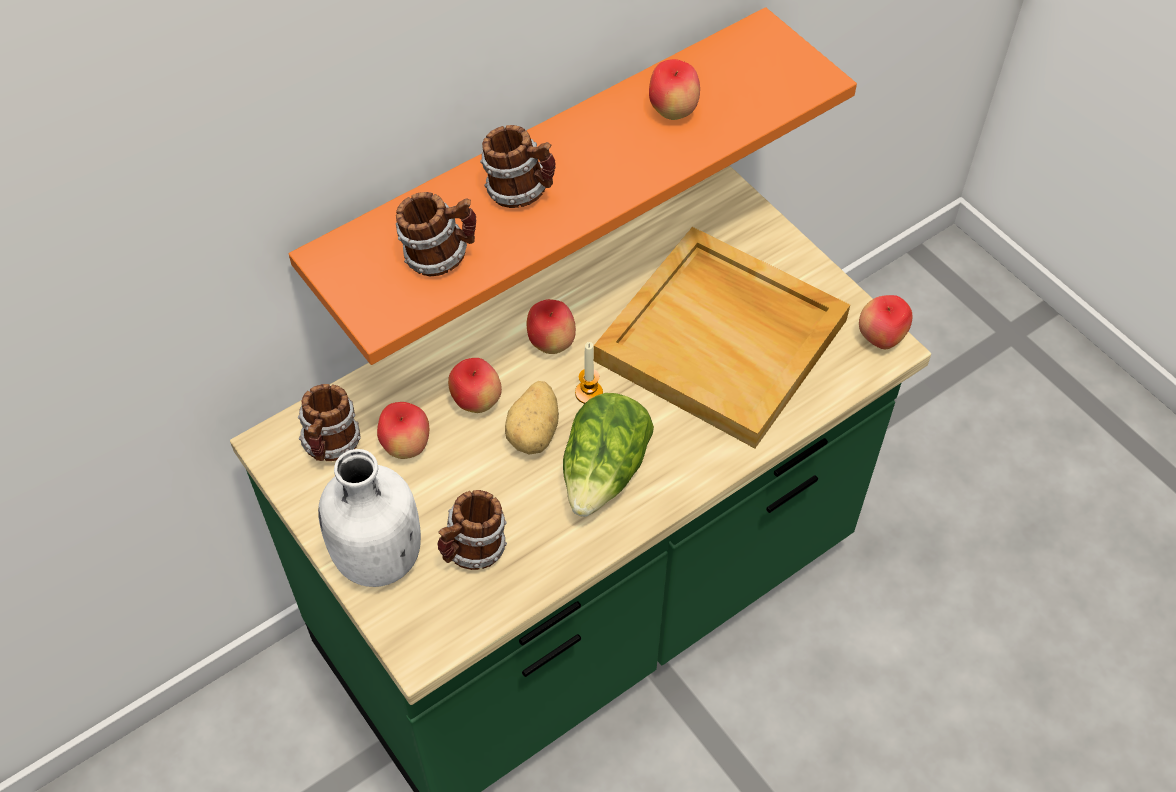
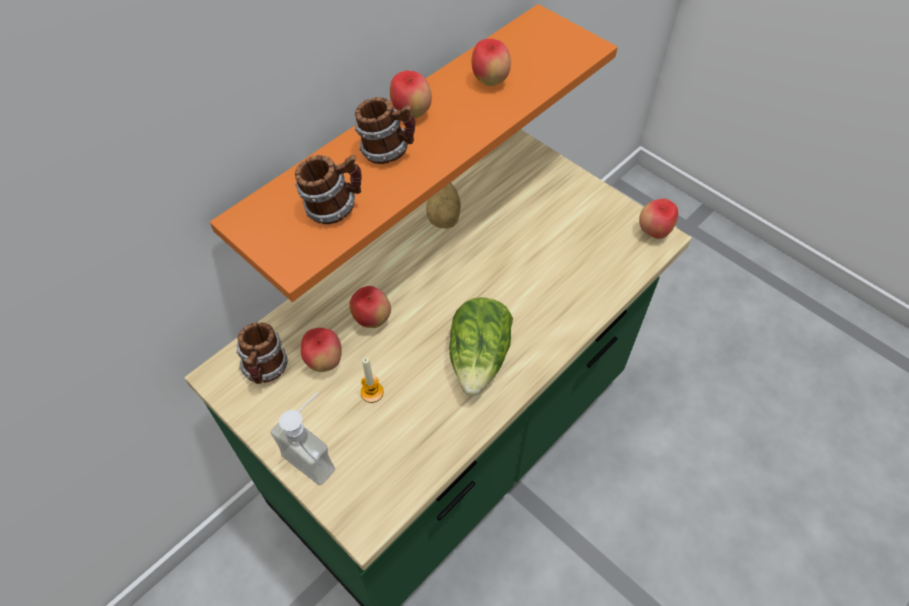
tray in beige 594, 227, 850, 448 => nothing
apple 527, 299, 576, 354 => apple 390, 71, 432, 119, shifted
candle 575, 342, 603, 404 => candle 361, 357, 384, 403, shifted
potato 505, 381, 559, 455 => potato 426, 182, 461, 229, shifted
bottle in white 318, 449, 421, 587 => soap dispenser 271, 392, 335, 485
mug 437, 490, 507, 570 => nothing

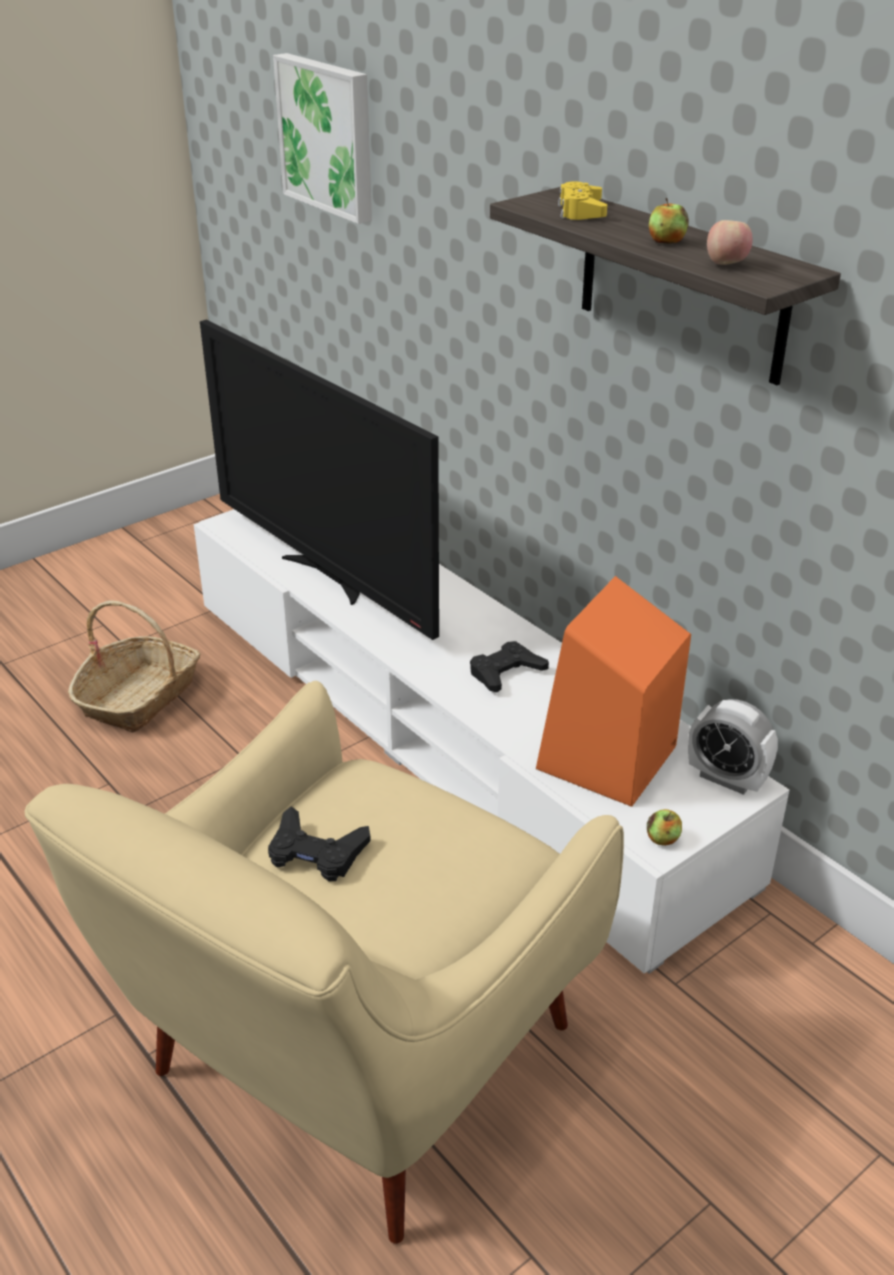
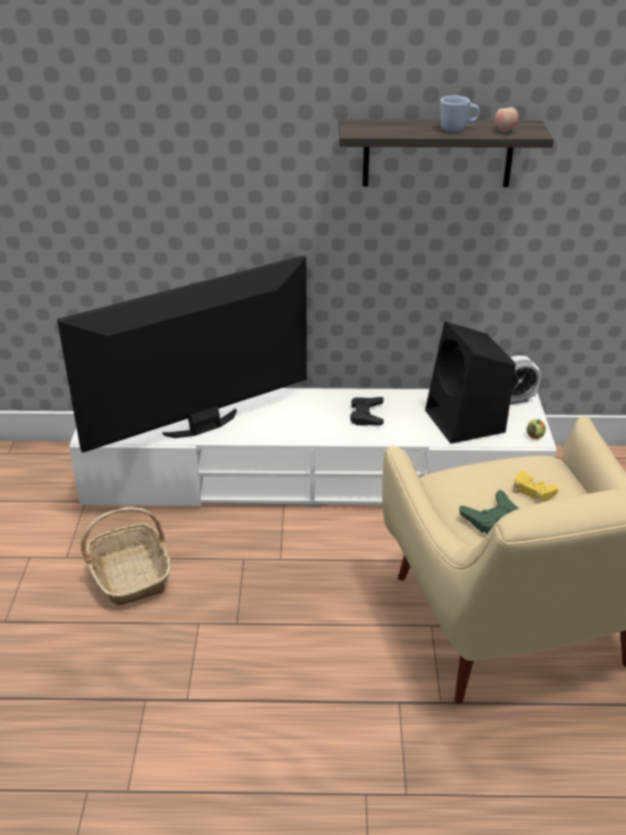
picture 273, 53, 372, 224 => nothing
game controller in yellow 558, 181, 607, 220 => game controller in yellow 513, 471, 558, 503, shifted
apple 649, 198, 689, 244 => mug in blue 440, 95, 480, 132
television 200, 319, 439, 640 => television 57, 255, 307, 453, 150 degrees clockwise
speaker in orange 536, 576, 691, 807 => speaker in black 425, 322, 516, 444
game controller in black 268, 806, 371, 881 => game controller in green 459, 489, 519, 534

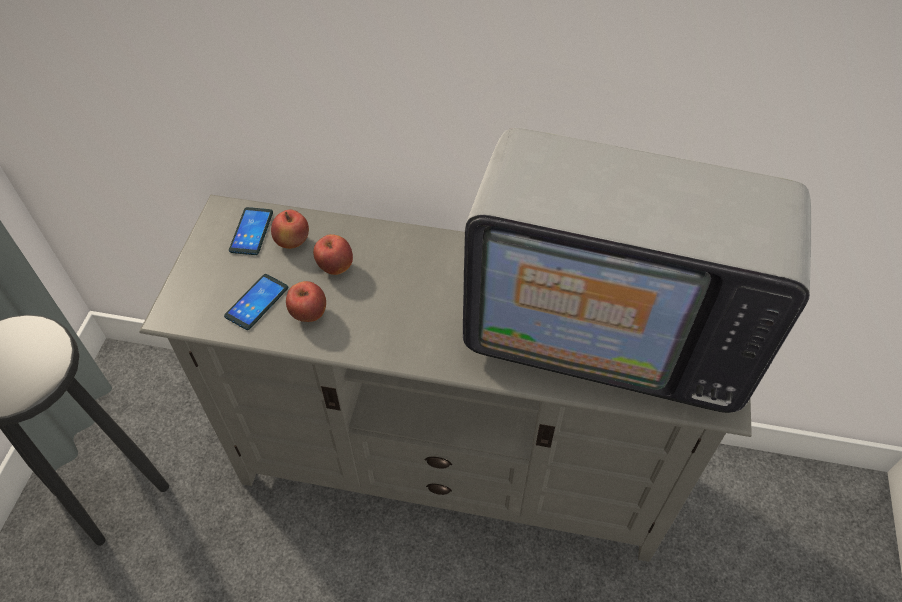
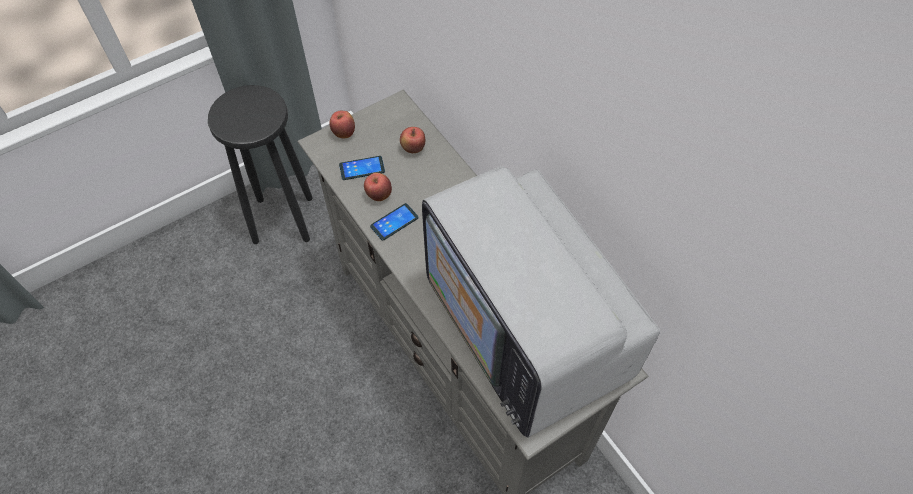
phone 229, 207, 273, 255 => phone 370, 203, 419, 241, shifted
apple 313, 234, 353, 275 => apple 329, 111, 355, 138, shifted

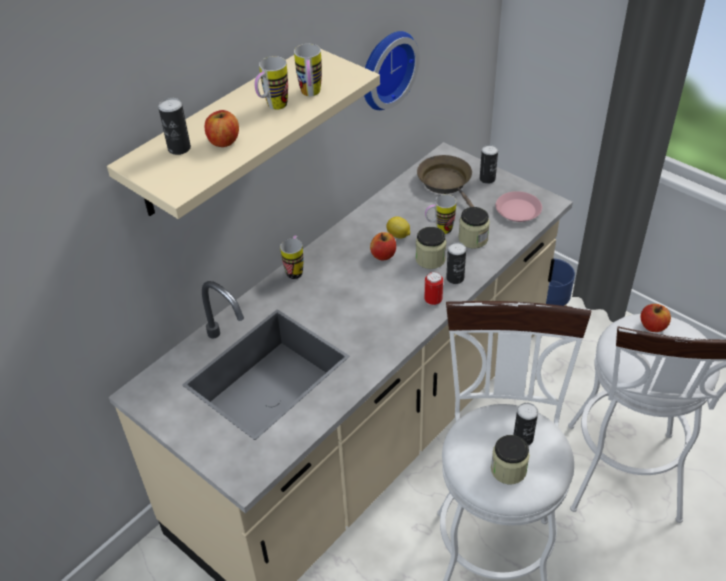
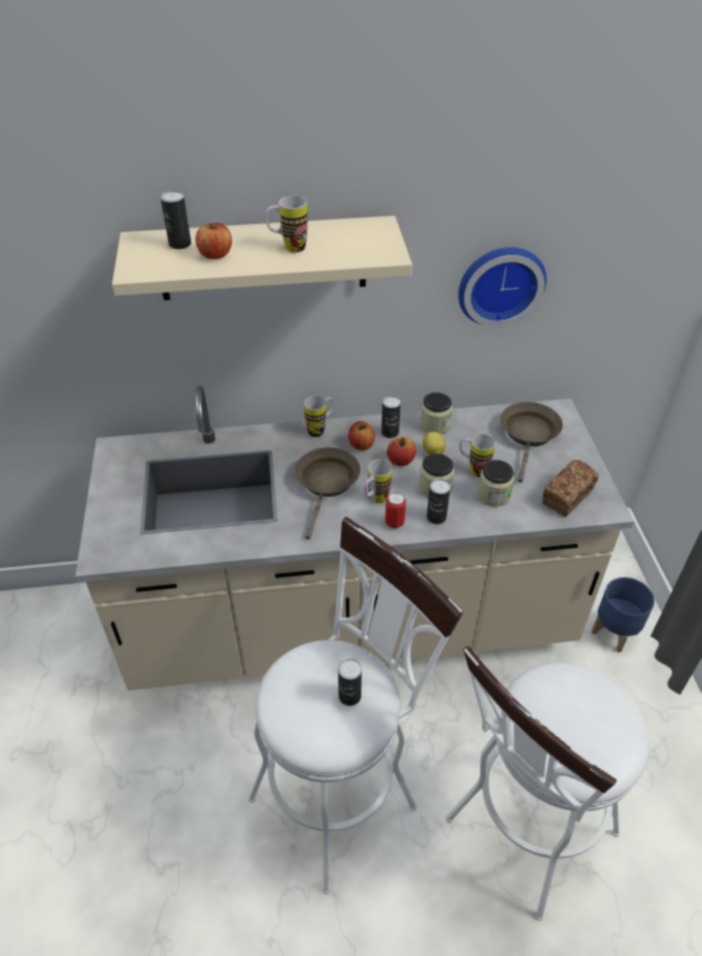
mug 294, 44, 322, 96 => mug 364, 459, 392, 503, shifted
can 480, 145, 498, 184 => can 381, 396, 401, 438, shifted
plate in pink 496, 191, 542, 222 => bread 542, 460, 599, 517
apple 641, 304, 671, 332 => apple 348, 421, 375, 450, shifted
jar 491, 435, 530, 484 => jar 420, 392, 452, 434, shifted
nothing => frying pan in brown 295, 447, 360, 539

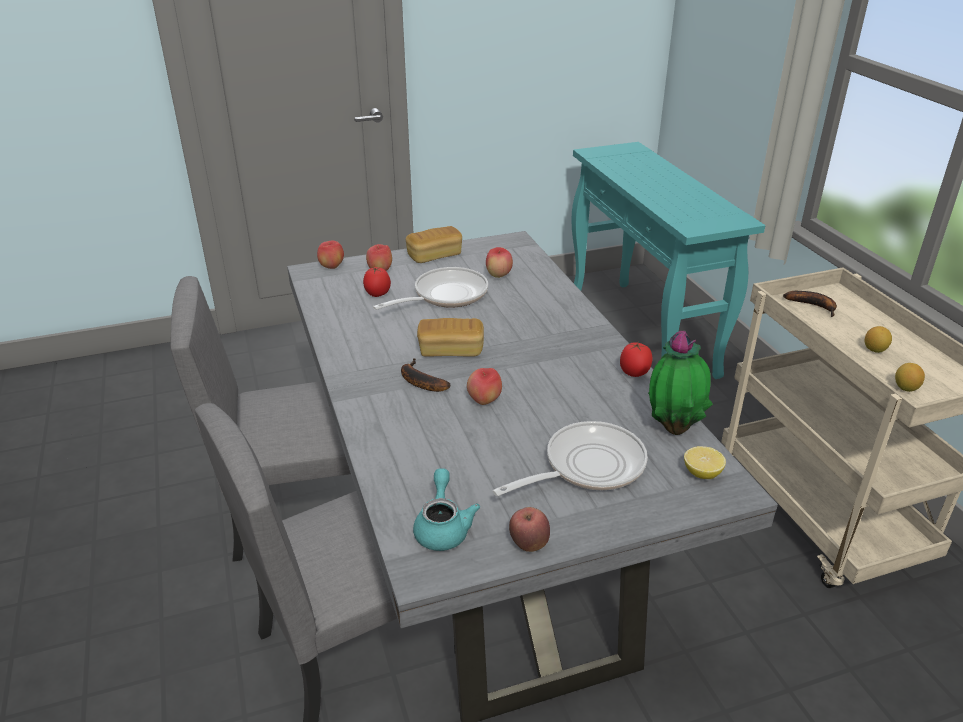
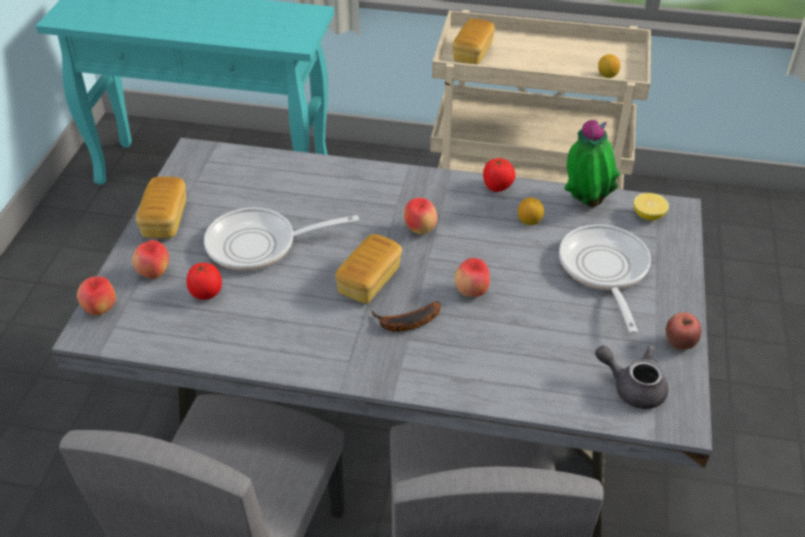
apple 486, 247, 513, 278 => apple 404, 198, 438, 234, shifted
frying pan 373, 267, 488, 310 => frying pan 204, 208, 359, 271, 90 degrees counterclockwise
banana 783, 291, 837, 317 => bread 452, 19, 495, 65
lemon 865, 326, 892, 353 => lemon 518, 198, 544, 225, shifted
teapot in turquoise 413, 468, 480, 551 => teapot in grey 595, 345, 668, 409

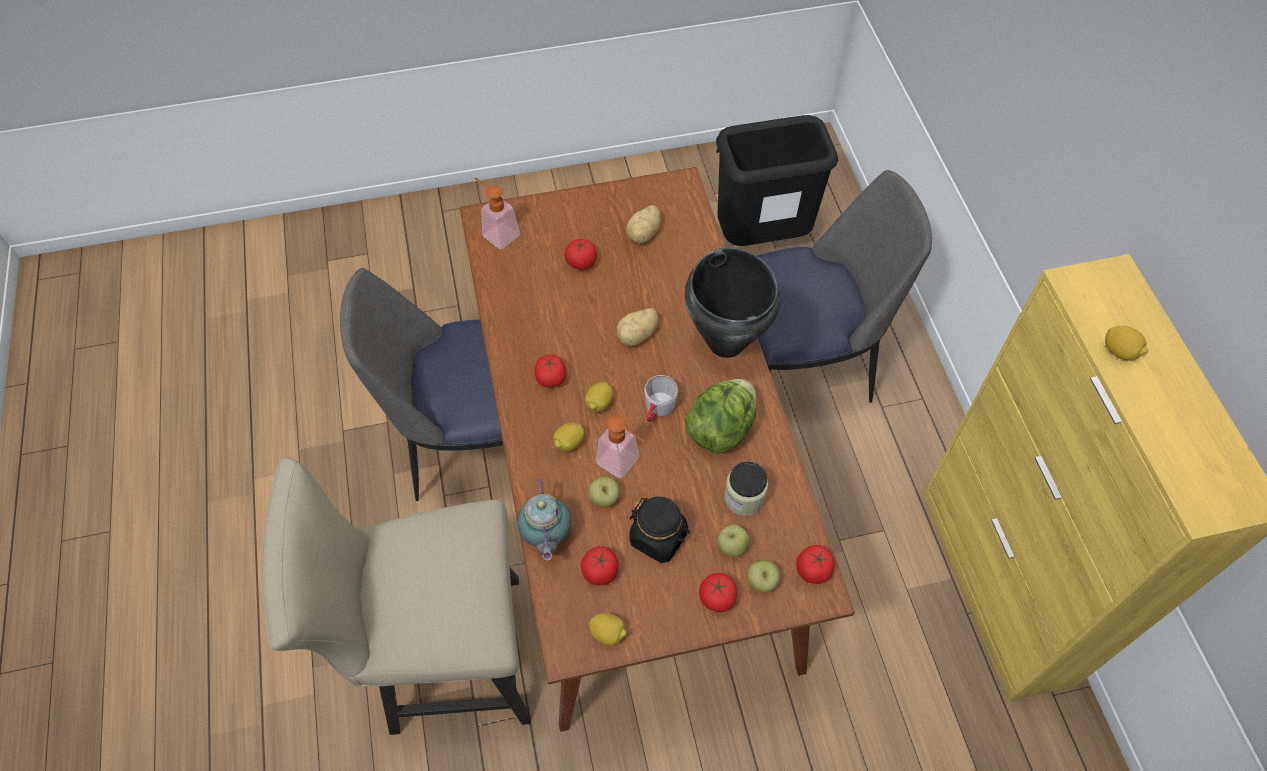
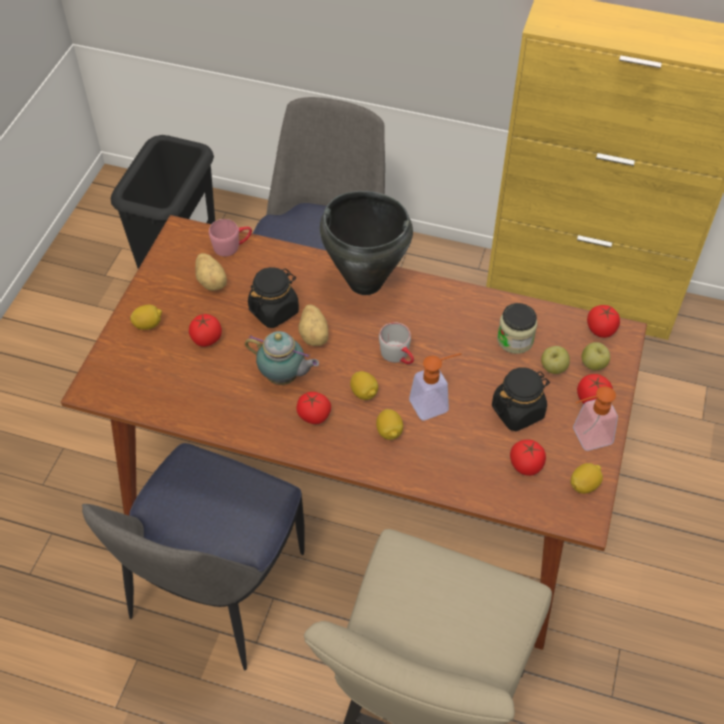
soap dispenser 474, 178, 520, 249 => soap dispenser 573, 386, 618, 451, shifted
lemon 1105, 326, 1148, 361 => lemon 130, 305, 162, 330, shifted
lettuce 685, 379, 756, 453 => nothing
apple 589, 477, 620, 507 => nothing
teapot 517, 479, 571, 561 => teapot 245, 331, 319, 385, shifted
nothing => mug in pink 209, 219, 252, 257
nothing => jar in black 248, 267, 299, 328

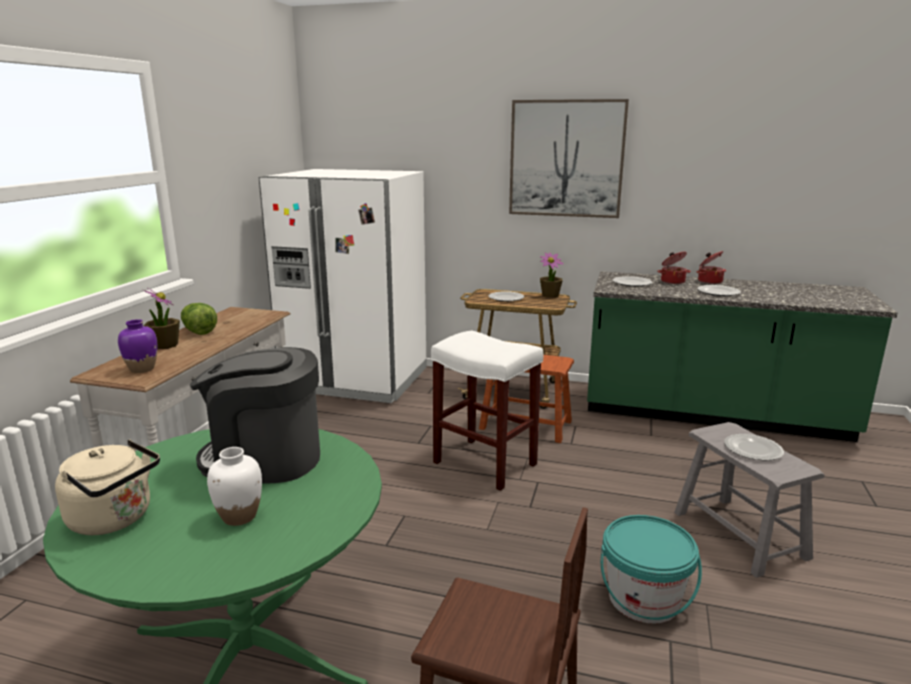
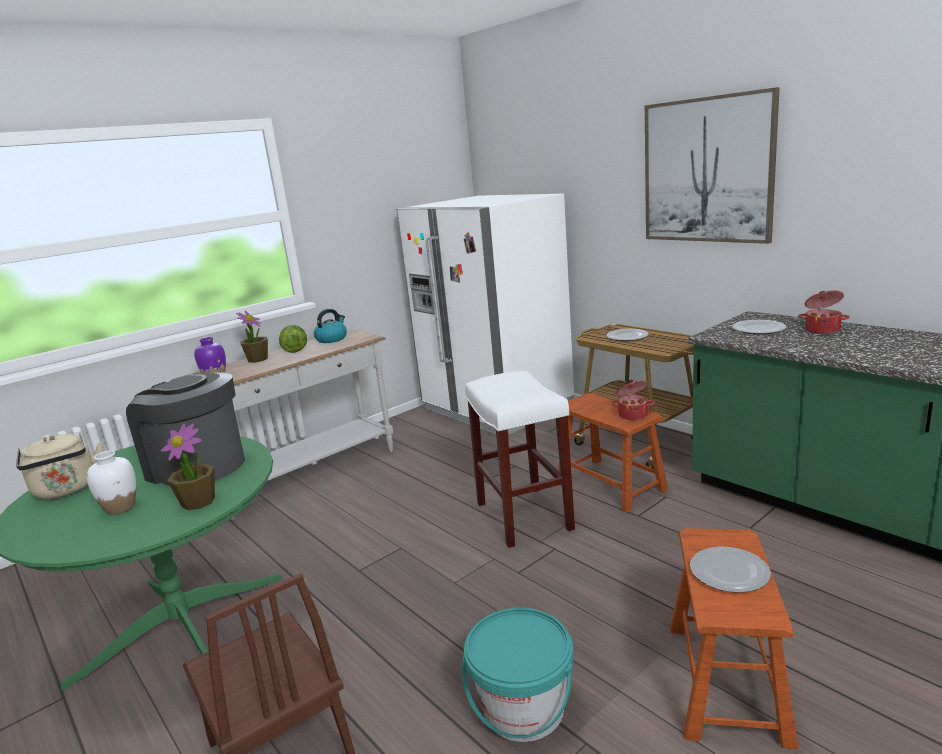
cooking pot 697, 251, 726, 284 => cooking pot 612, 380, 655, 420, shifted
potted plant 540, 252, 564, 298 => potted plant 161, 423, 215, 510, shifted
plate 697, 285, 741, 296 => nothing
stool in grey 674, 422, 824, 578 => stool in brown 670, 528, 798, 749
nothing => kettle 314, 309, 347, 343

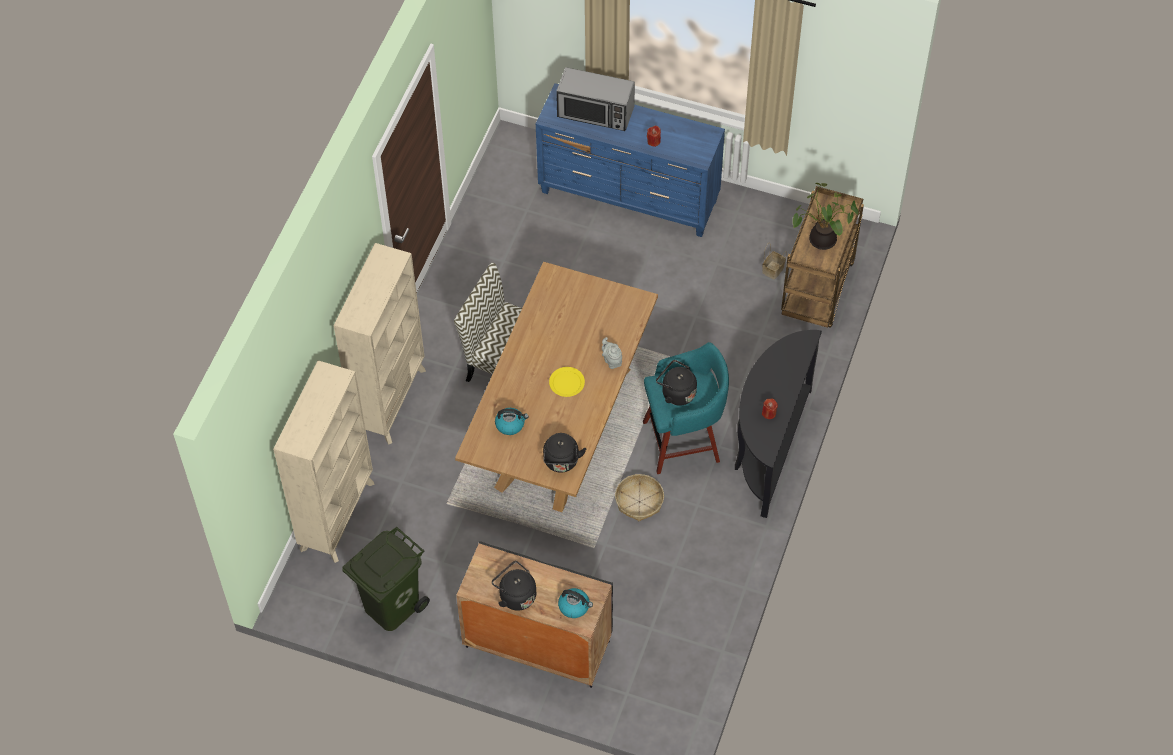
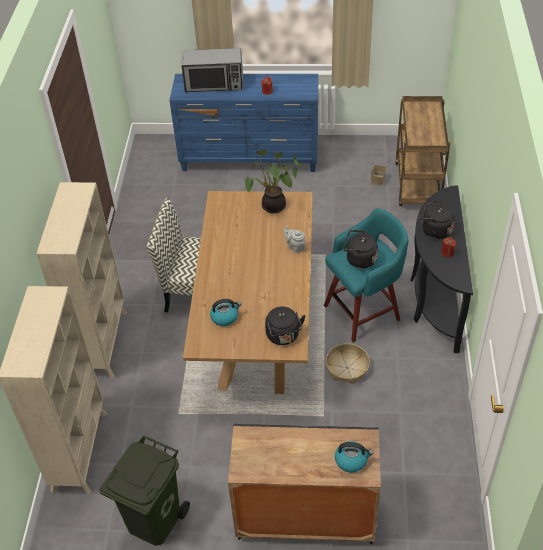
potted plant 793, 183, 859, 250 => potted plant 245, 149, 301, 213, shifted
plate in yellow 549, 367, 585, 397 => nothing
kettle in black 492, 561, 536, 611 => kettle in black 419, 200, 455, 239, shifted

